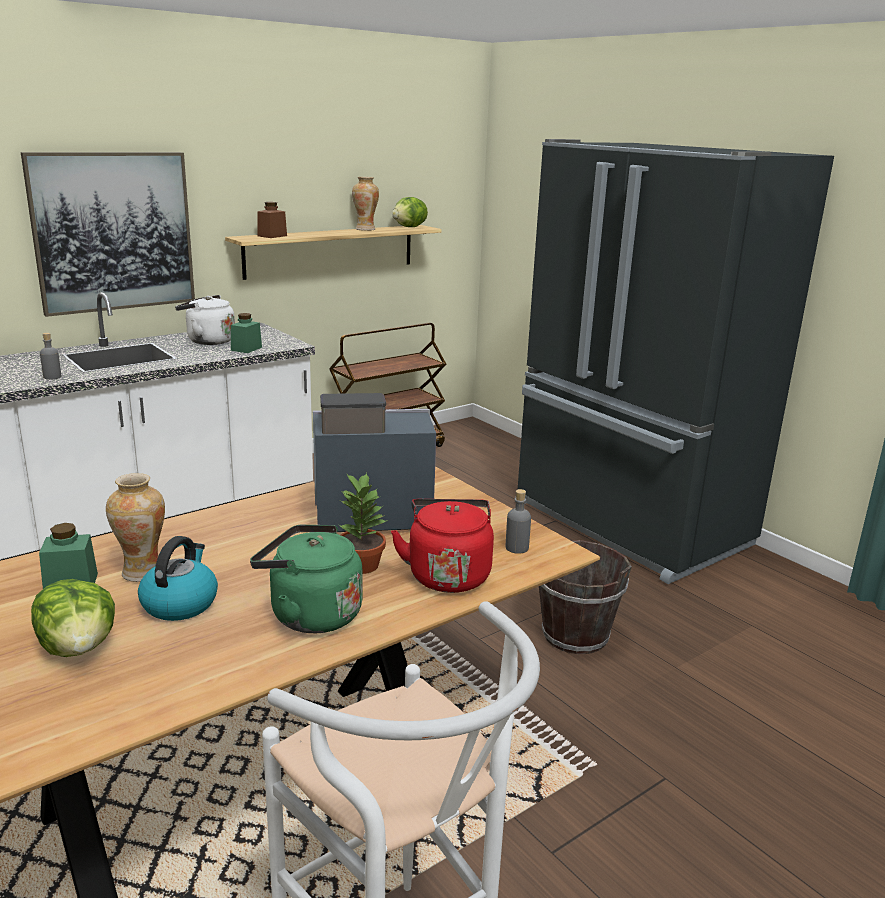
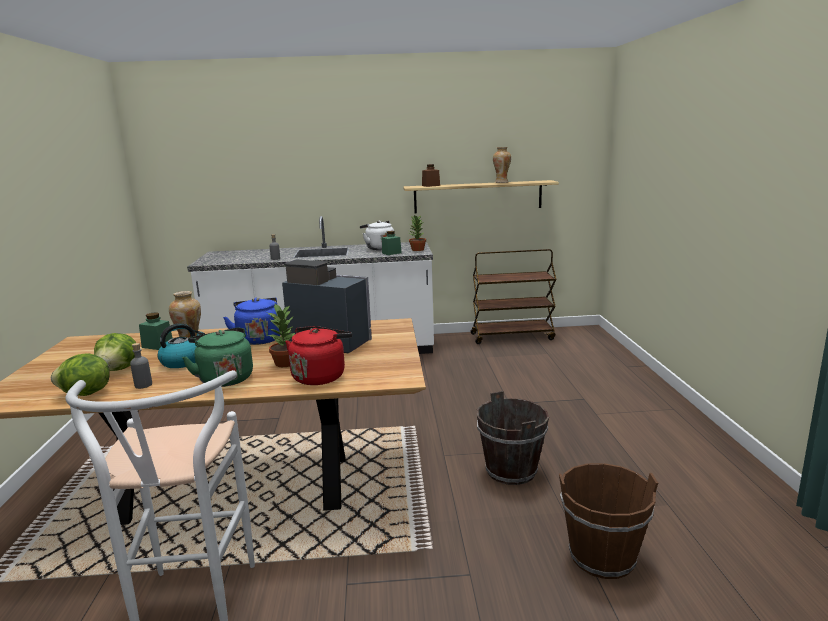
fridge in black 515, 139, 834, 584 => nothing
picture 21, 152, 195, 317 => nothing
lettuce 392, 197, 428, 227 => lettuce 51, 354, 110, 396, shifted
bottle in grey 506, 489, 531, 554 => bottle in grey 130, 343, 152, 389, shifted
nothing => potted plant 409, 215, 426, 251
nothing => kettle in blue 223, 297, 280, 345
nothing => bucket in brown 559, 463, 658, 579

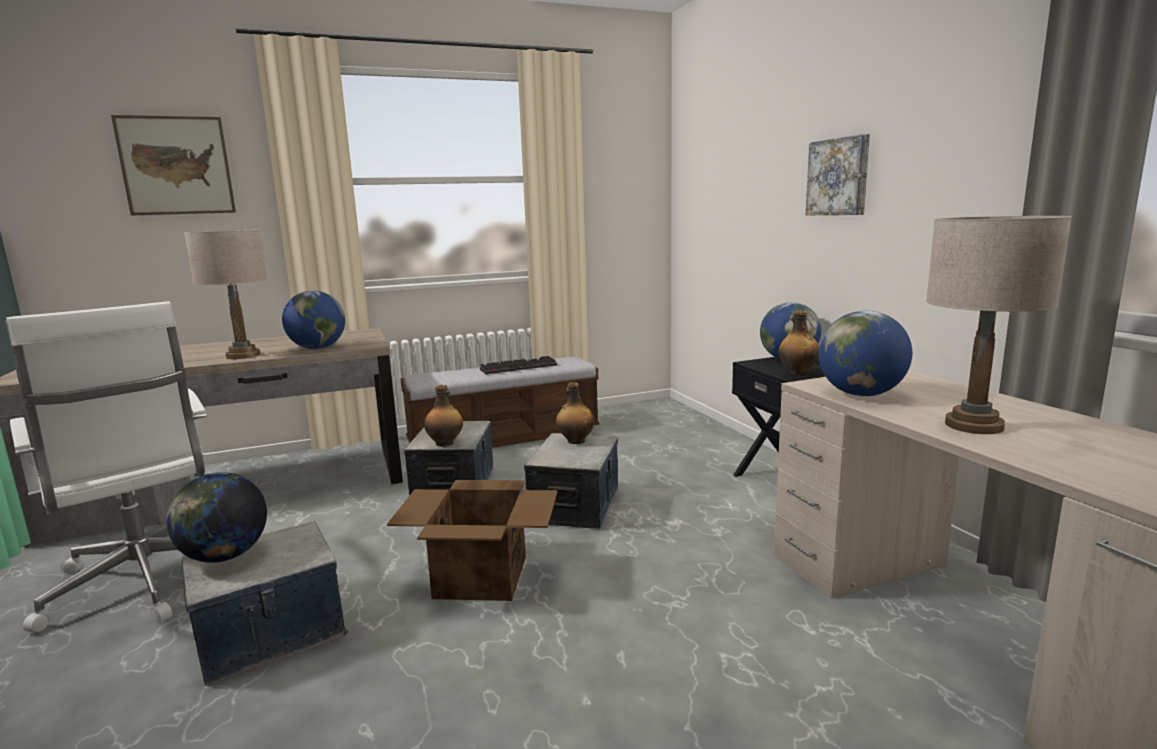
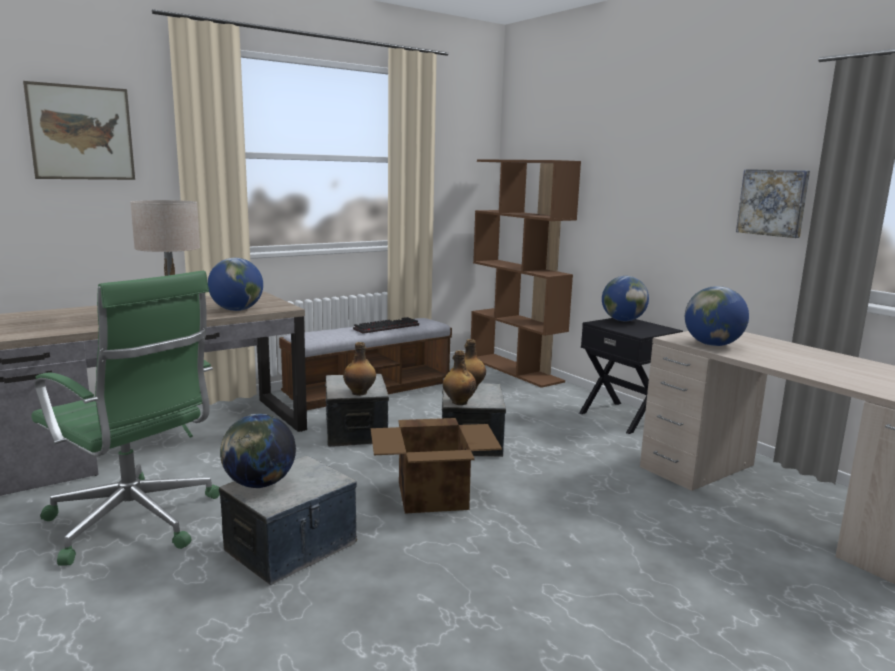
picture 806, 134, 870, 215 => picture 736, 169, 810, 238, shifted
table lamp in beige 926, 216, 1072, 434 => nothing
office chair in white 6, 301, 207, 632 => office chair in green 31, 270, 220, 566
bottle 778, 311, 819, 376 => bottle 443, 350, 477, 405, shifted
nothing => bookcase in brown 471, 159, 581, 388

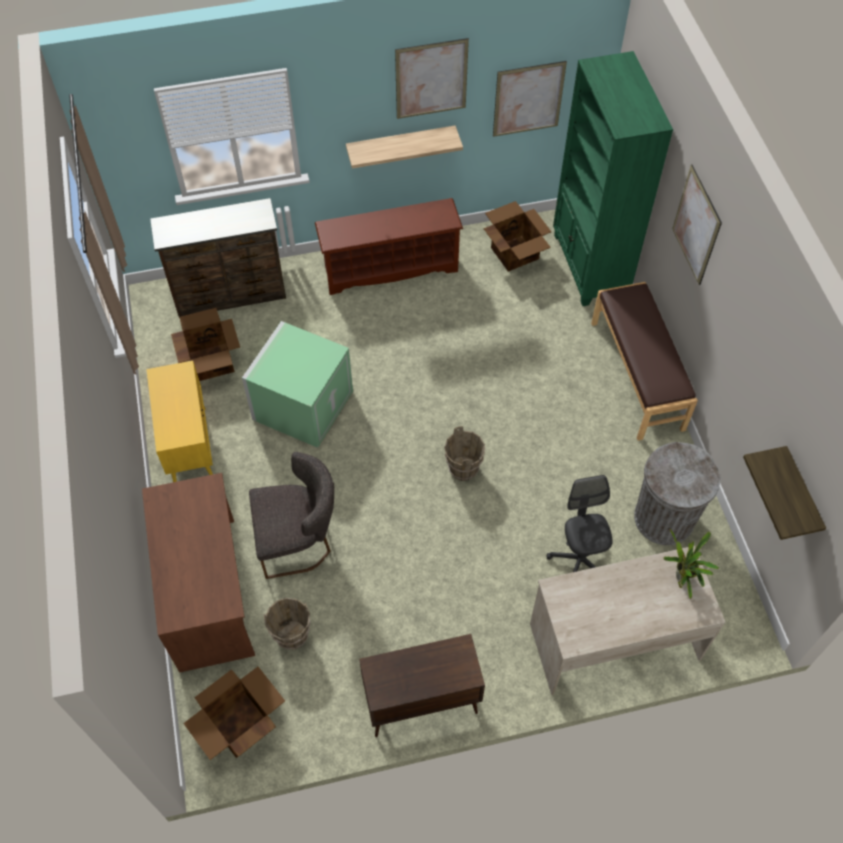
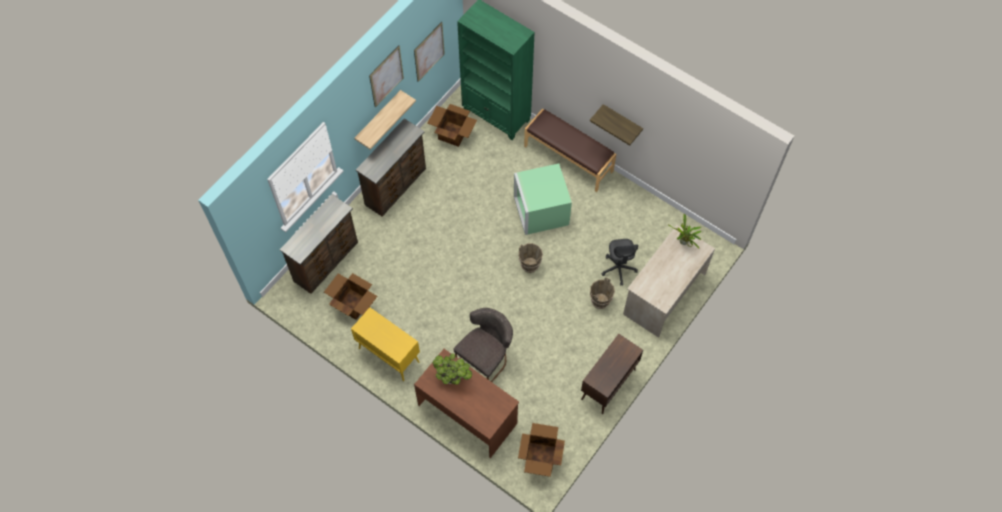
picture 672, 164, 722, 285 => nothing
shoe rack in brown 315, 198, 463, 295 => dresser in brown 356, 118, 426, 217
storage box in green 242, 321, 353, 448 => storage box in green 514, 164, 572, 235, shifted
trash can in grey 634, 442, 721, 545 => nothing
shelf 743, 446, 826, 540 => shelf 590, 104, 643, 146, shifted
office chair in grey 547, 475, 613, 572 => office chair in grey 601, 239, 638, 286, 135 degrees counterclockwise
bucket in brown 264, 598, 310, 650 => bucket in brown 590, 277, 615, 309, shifted
nothing => potted plant 433, 354, 472, 385

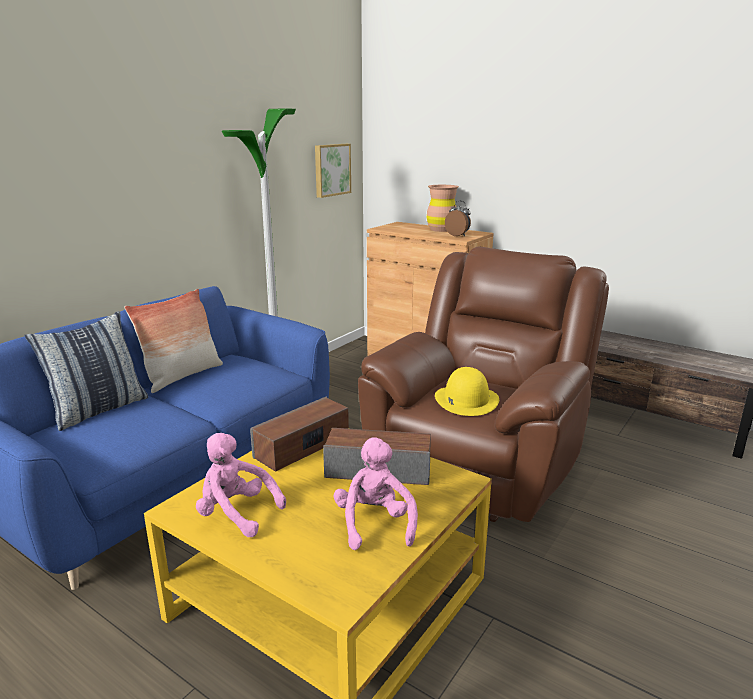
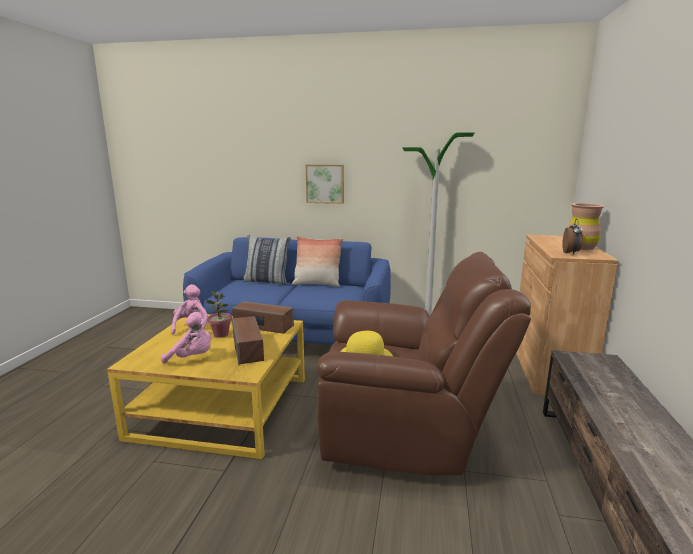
picture 315, 144, 351, 198 => picture 306, 164, 344, 204, shifted
plush toy in pink 334, 437, 418, 550 => plush toy in pink 161, 312, 211, 364, 45 degrees clockwise
nothing => potted plant 206, 291, 232, 338

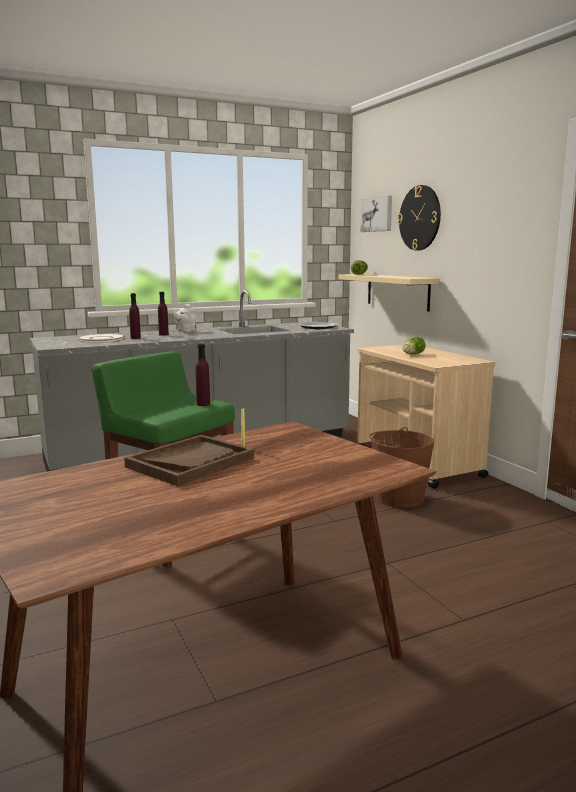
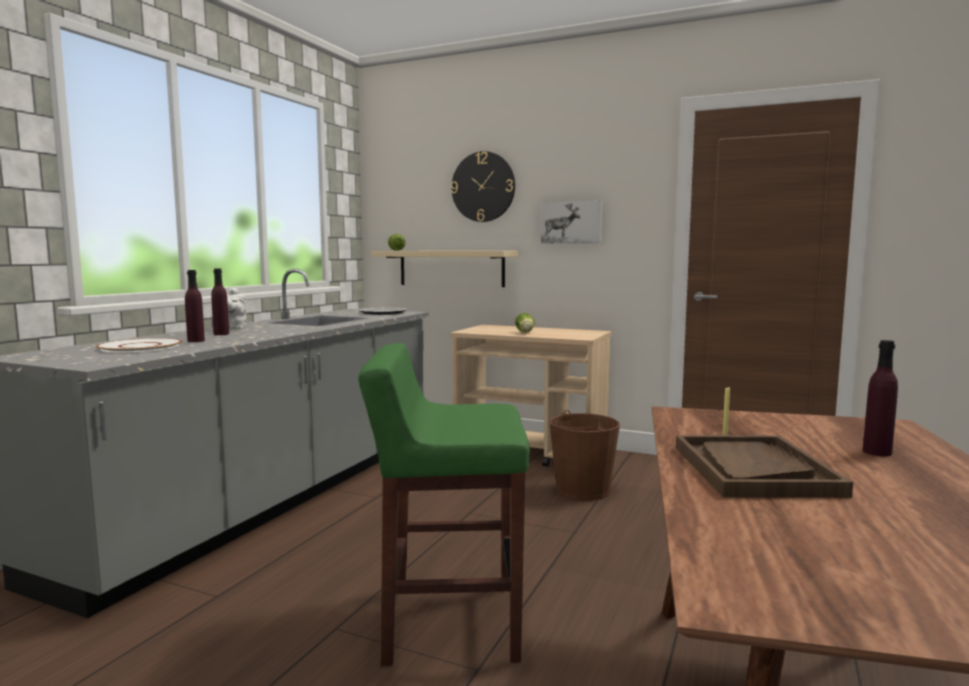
picture 360, 196, 392, 232 => picture 541, 200, 602, 243, shifted
bottle in purple 195, 344, 210, 406 => bottle in purple 863, 340, 898, 456, shifted

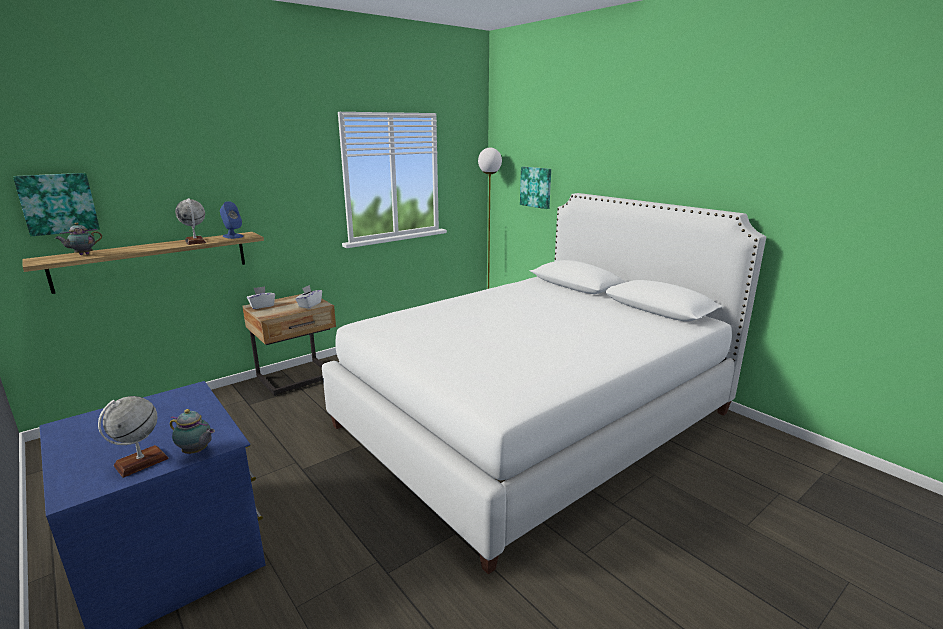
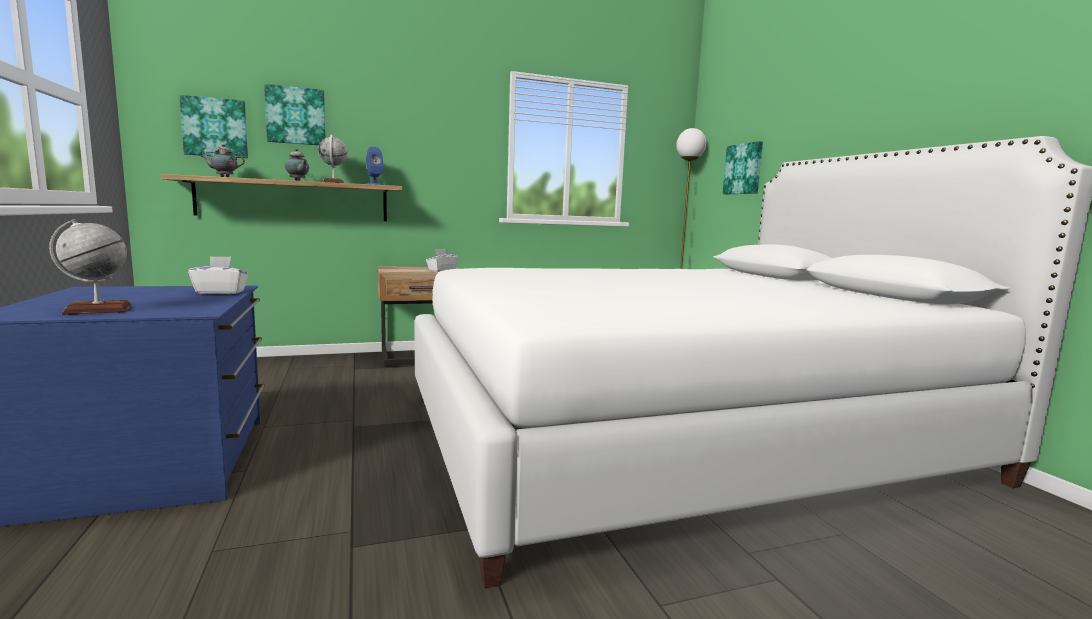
tissue box in white 247, 286, 275, 309 => tissue box in white 188, 256, 248, 294, shifted
teapot 170, 409, 215, 454 => teapot 285, 149, 309, 181, shifted
nothing => picture 264, 84, 326, 145

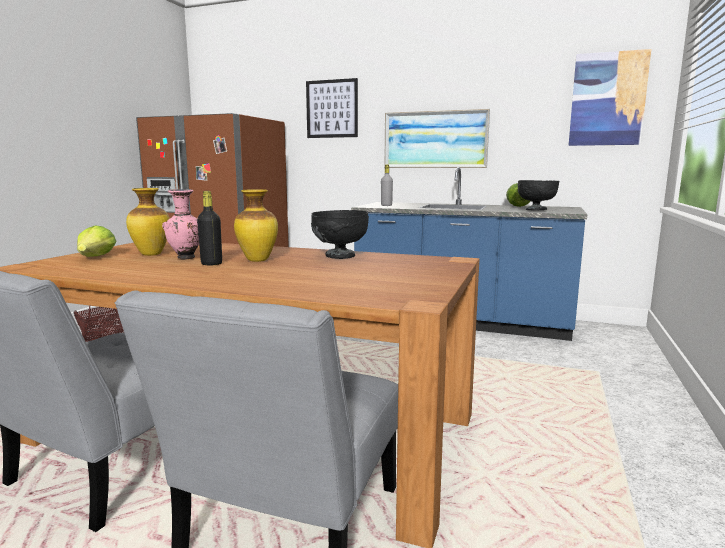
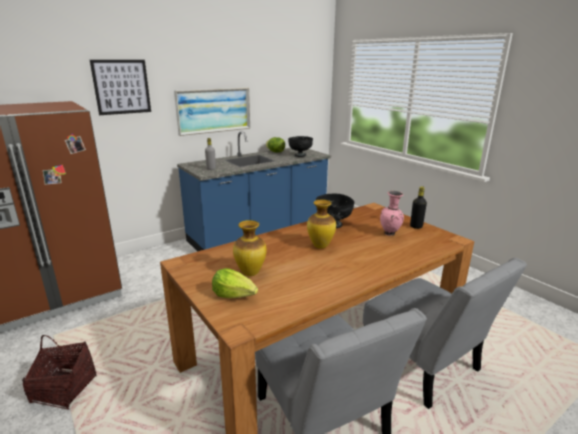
picture 568, 49, 651, 146 => nothing
vase in pink 162, 189, 199, 260 => vase in pink 380, 191, 404, 236, shifted
bottle in black 197, 191, 222, 266 => bottle in black 410, 186, 427, 229, shifted

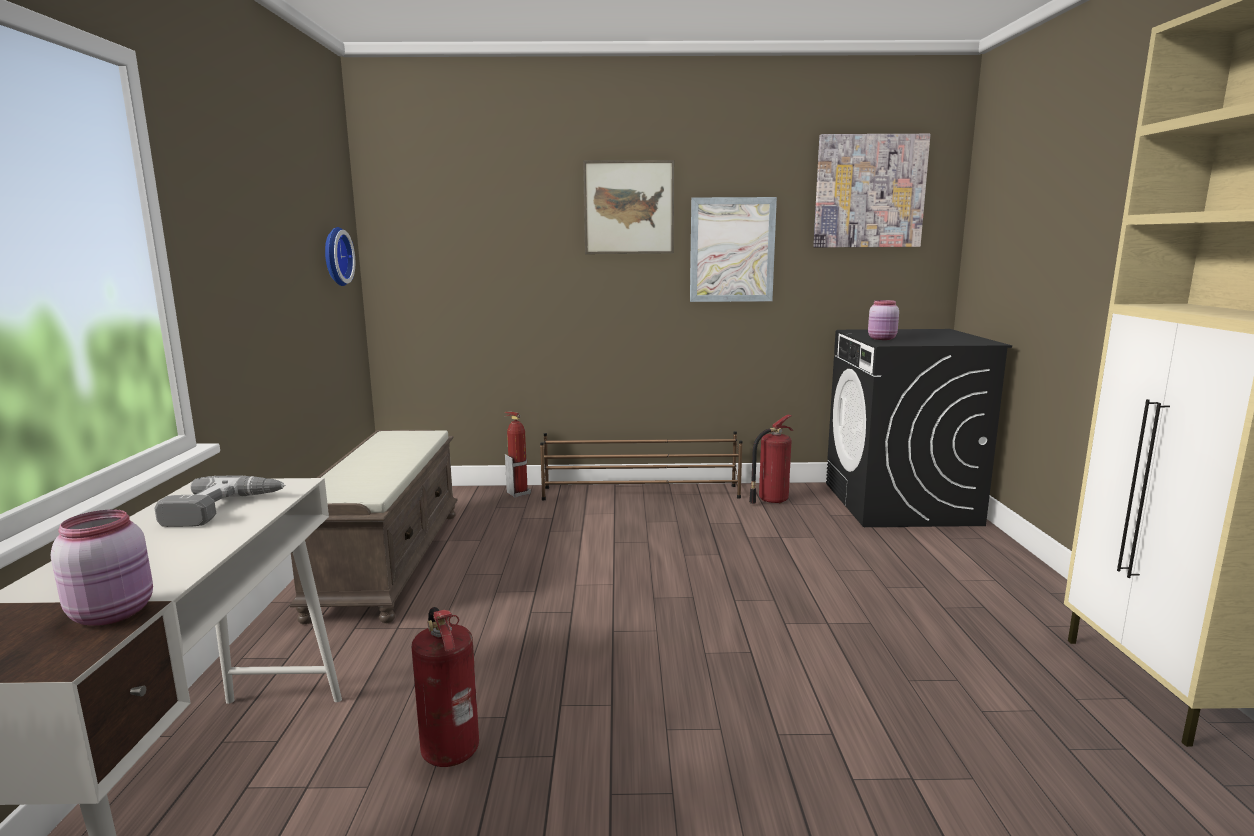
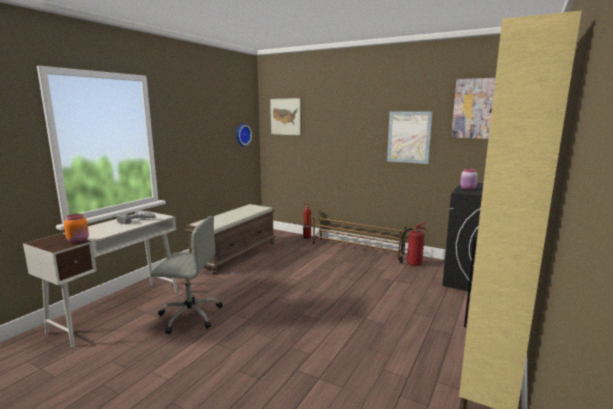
picture 583, 160, 674, 254 => picture 269, 97, 302, 136, shifted
jar in pink 51, 509, 153, 626 => jar in orange 64, 214, 89, 243
fire extinguisher 411, 607, 479, 767 => office chair in grey 151, 216, 223, 334

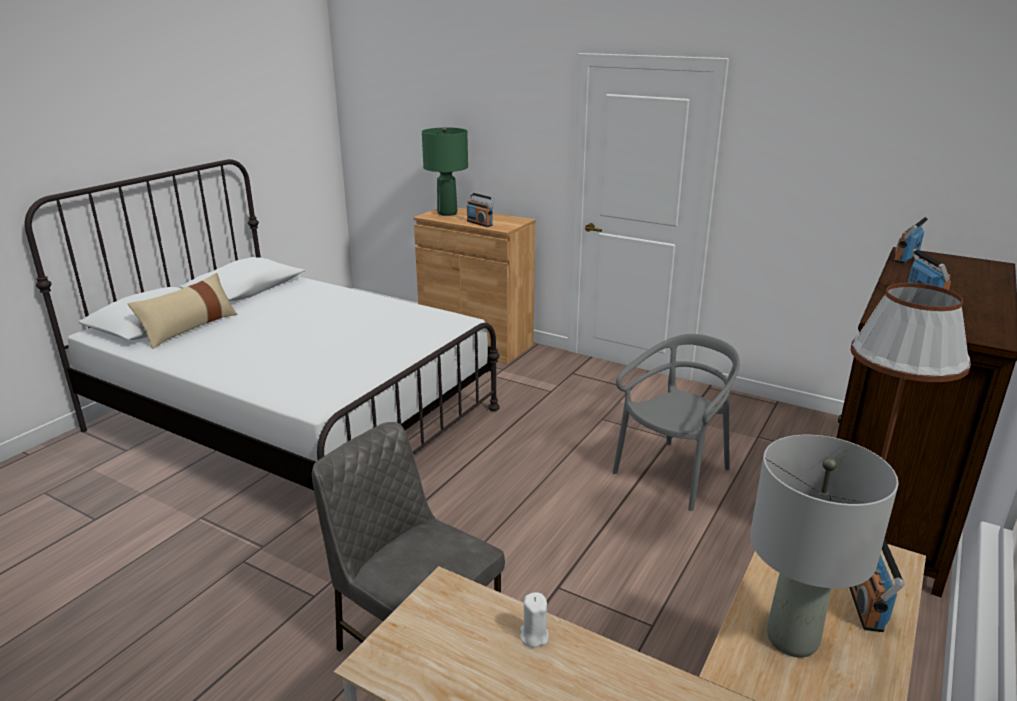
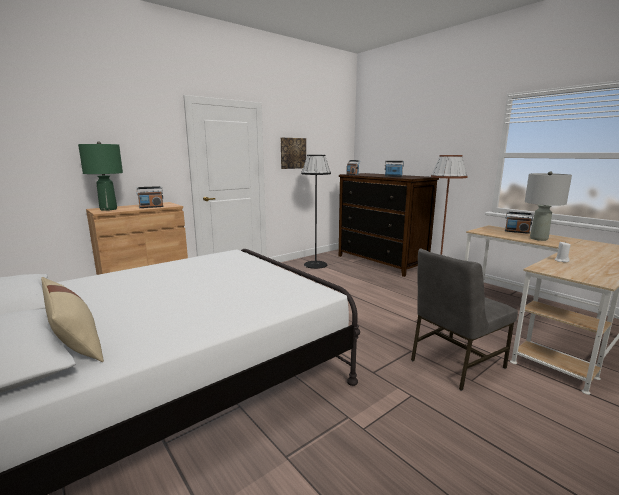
chair in grey 612, 334, 740, 511 => nothing
nothing => picture 281, 138, 306, 169
nothing => floor lamp in black 301, 155, 331, 269

